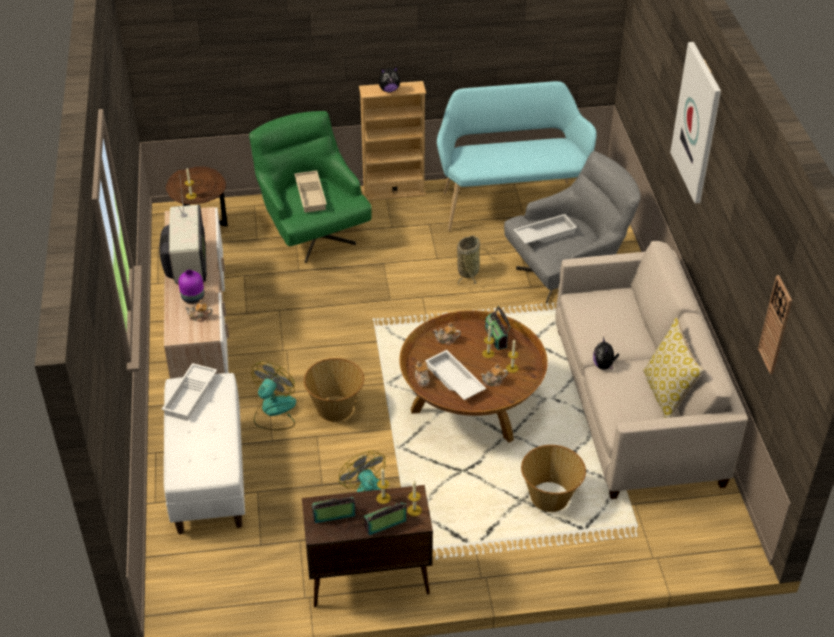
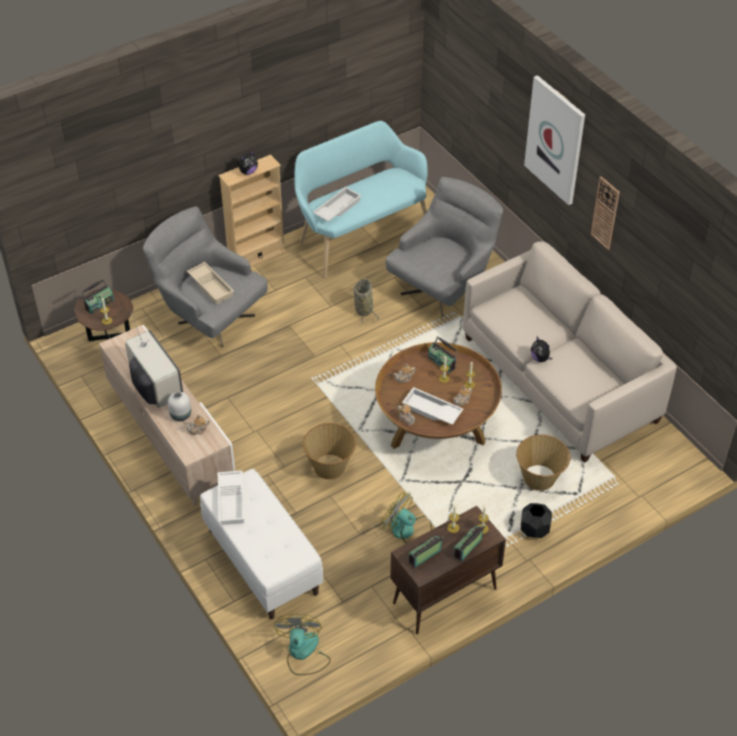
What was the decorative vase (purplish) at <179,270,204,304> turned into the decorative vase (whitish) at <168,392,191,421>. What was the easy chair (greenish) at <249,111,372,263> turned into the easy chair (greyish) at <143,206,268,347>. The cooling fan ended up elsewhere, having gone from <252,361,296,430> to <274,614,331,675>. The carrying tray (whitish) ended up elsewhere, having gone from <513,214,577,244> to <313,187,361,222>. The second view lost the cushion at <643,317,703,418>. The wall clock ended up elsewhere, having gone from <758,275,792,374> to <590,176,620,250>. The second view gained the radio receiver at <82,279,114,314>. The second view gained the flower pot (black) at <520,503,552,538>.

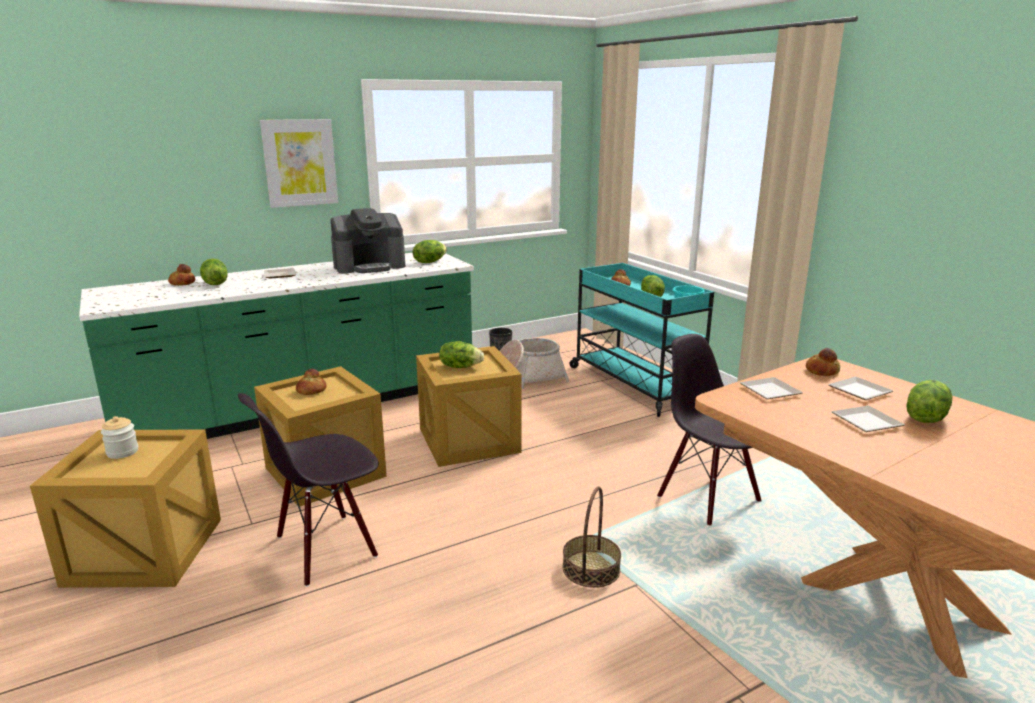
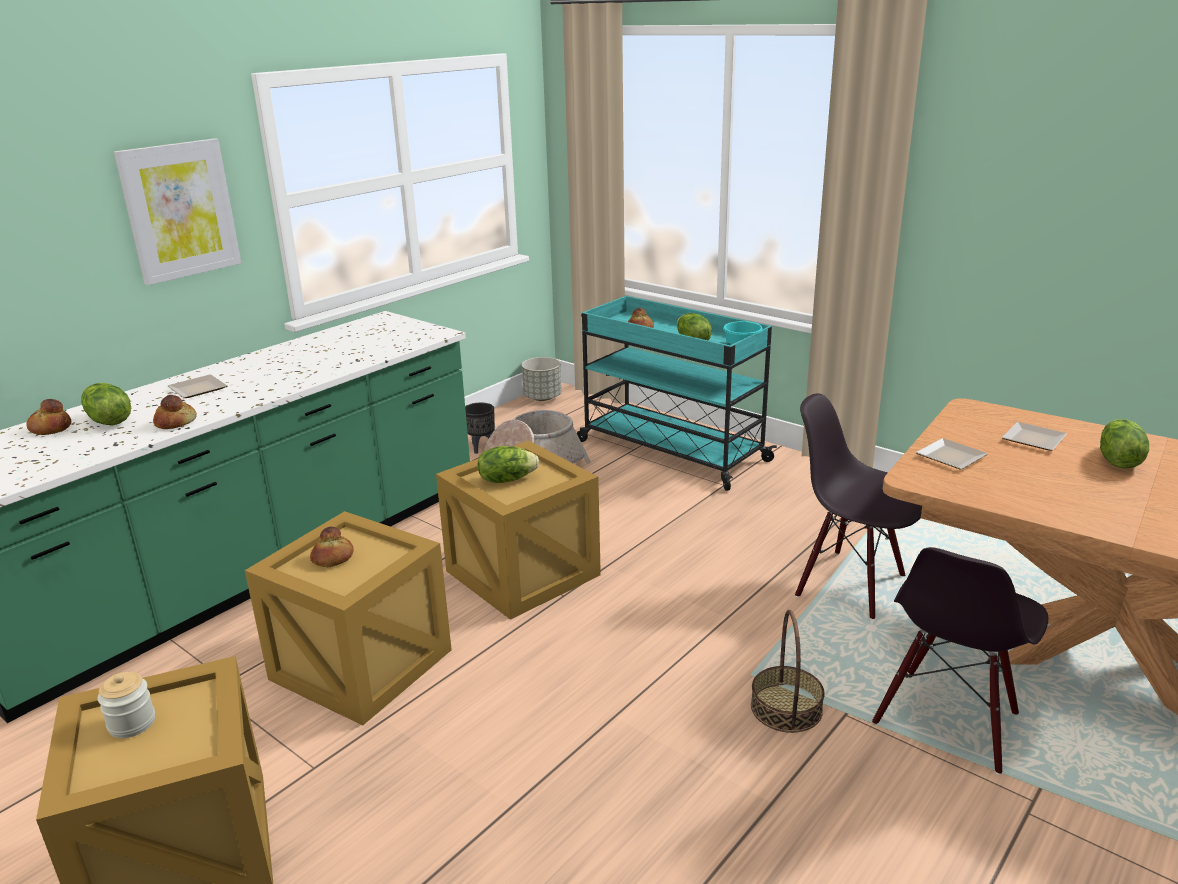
The upright chair (black) ended up elsewhere, having gone from <238,393,379,587> to <872,547,1048,775>. The second view lost the coffee maker at <331,208,406,273>. The second view lost the head of lettuce at <413,240,447,263>. The bakery bread ended up elsewhere, having gone from <806,348,840,376> to <153,395,197,429>. The second view lost the dinner plate at <832,406,905,432>. The second view gained the flower pot (greyish) at <522,357,562,401>.

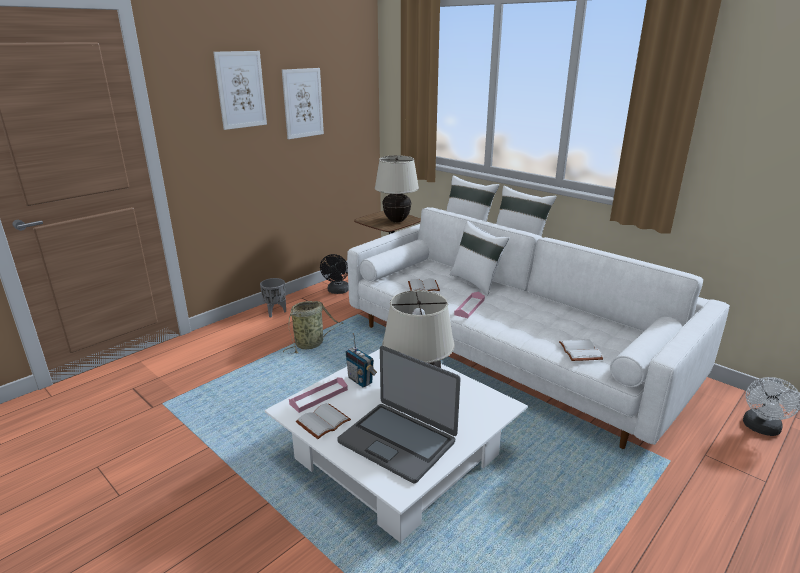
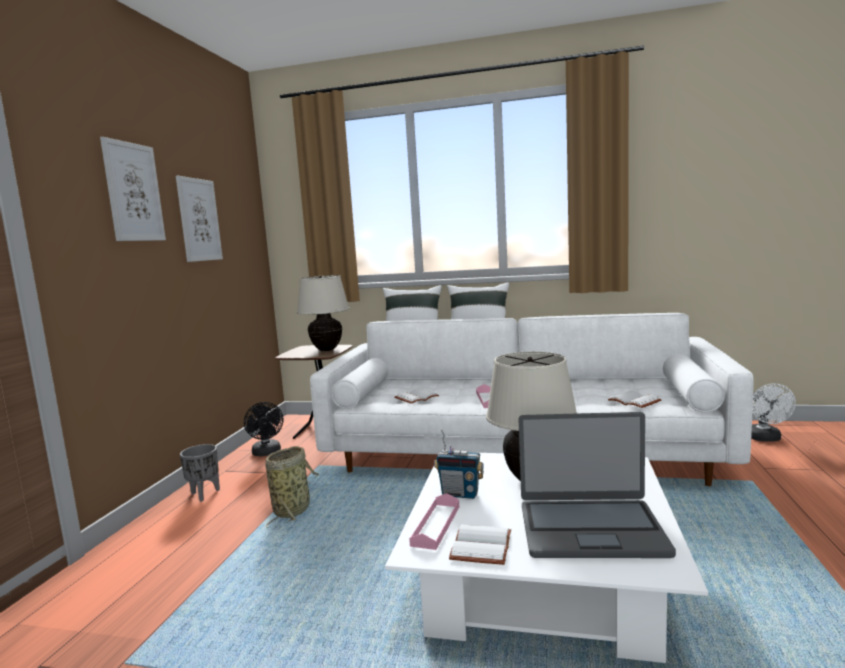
The second view lost the cushion (whitish) at <450,221,509,296>.

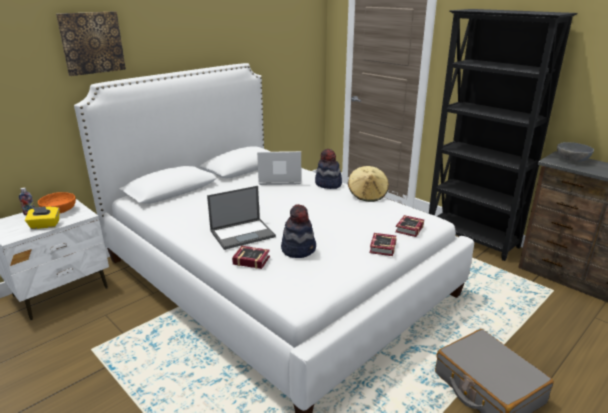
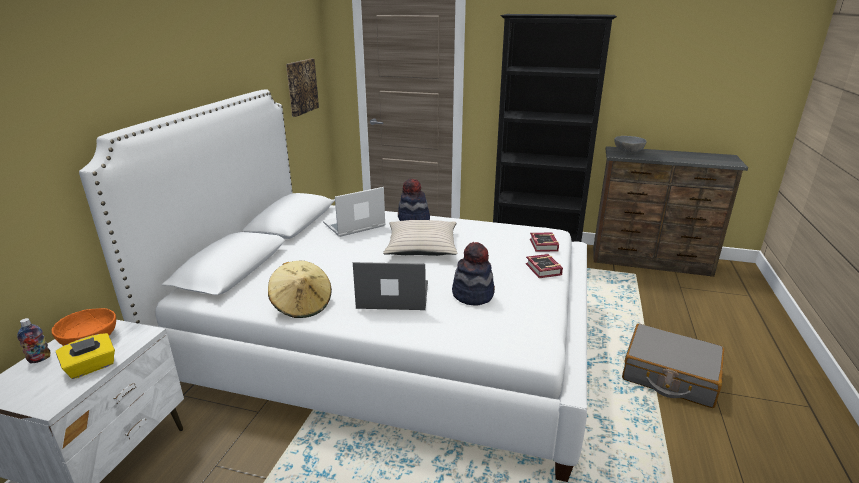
The picture ended up elsewhere, having gone from <56,11,126,76> to <286,59,319,117>. The laptop at <207,186,276,250> ended up facing another way, 120 degrees counterclockwise from before. The second view lost the volume at <232,246,270,269>. The wearable hat (beige-coloured) ended up elsewhere, having gone from <348,166,389,202> to <268,261,332,318>. The second view gained the cushion (beige-coloured) at <383,220,457,256>.

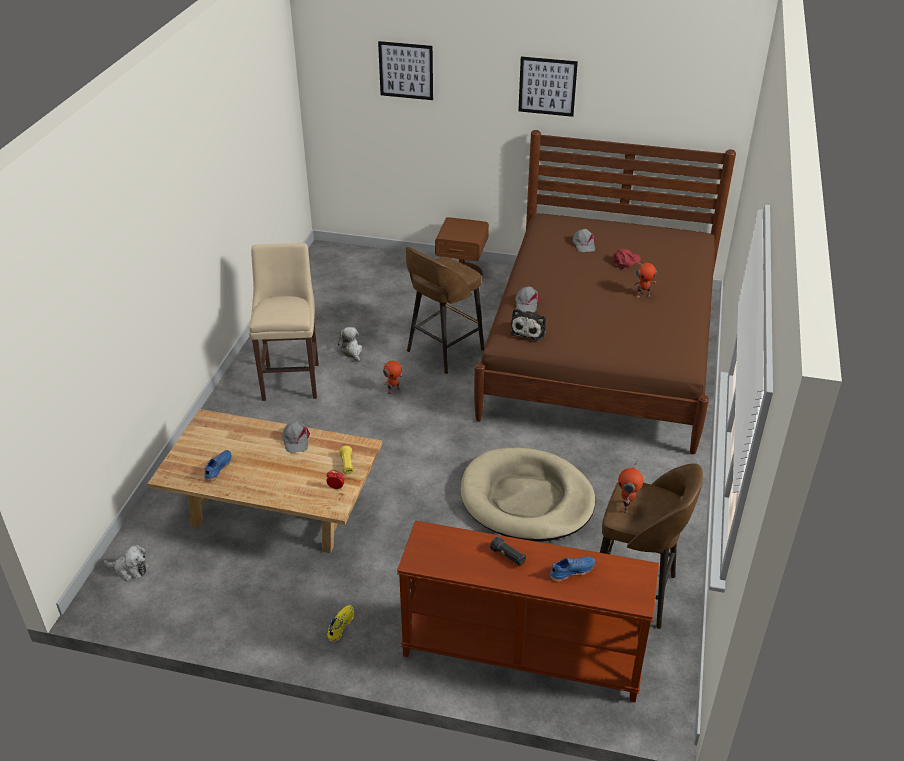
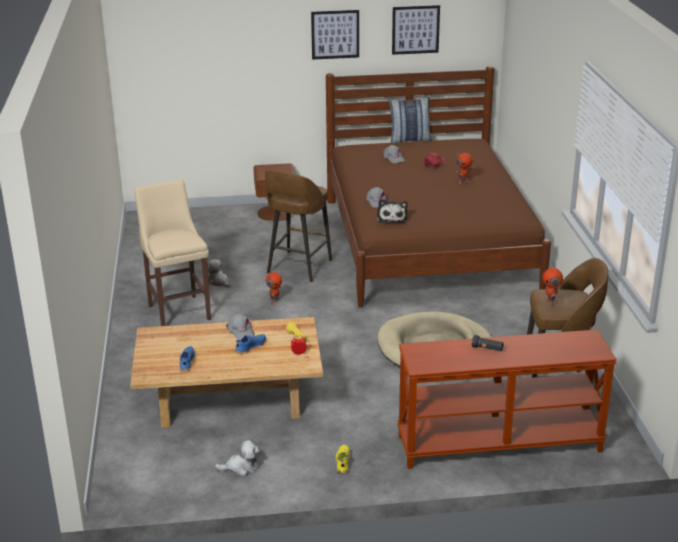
The soft toy ended up elsewhere, having gone from <103,545,149,581> to <215,440,260,476>. The picture ended up elsewhere, having gone from <378,41,433,100> to <392,5,440,55>. The item of footwear (blue-coloured) ended up elsewhere, having gone from <549,557,595,582> to <235,334,266,354>. The second view gained the cushion at <388,97,432,144>.

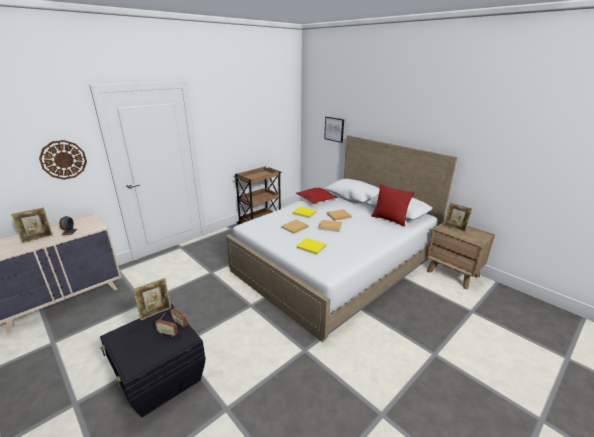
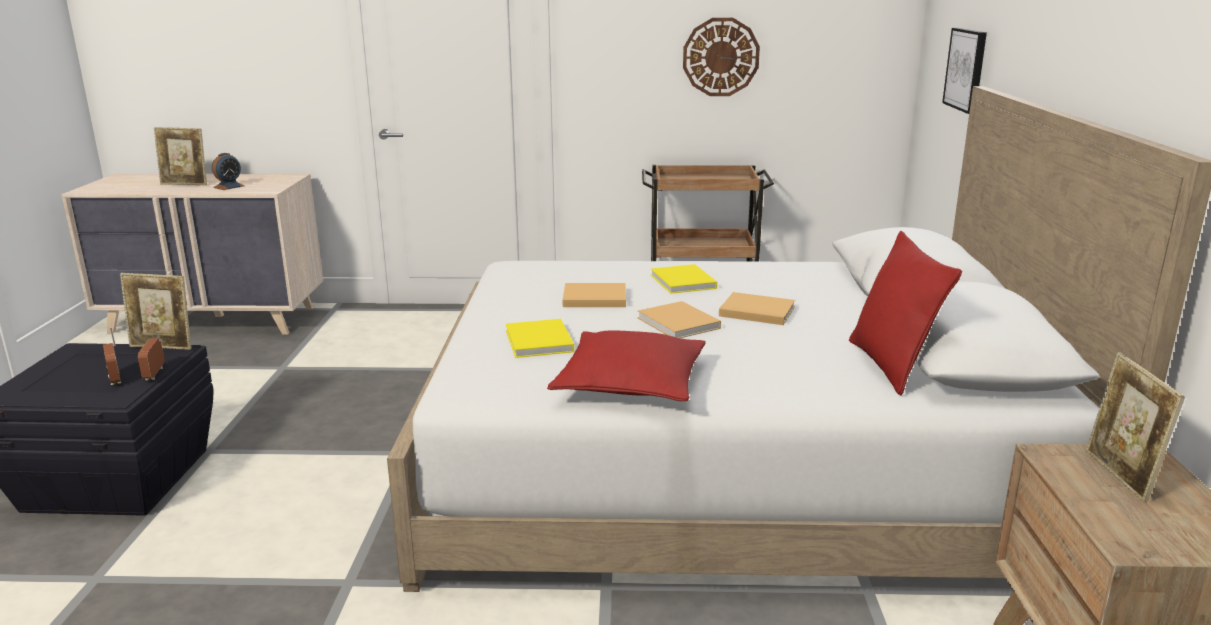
The wall clock ended up elsewhere, having gone from <39,140,87,180> to <683,18,760,96>. The cushion (reddish) ended up elsewhere, having gone from <296,187,338,204> to <547,331,706,401>.

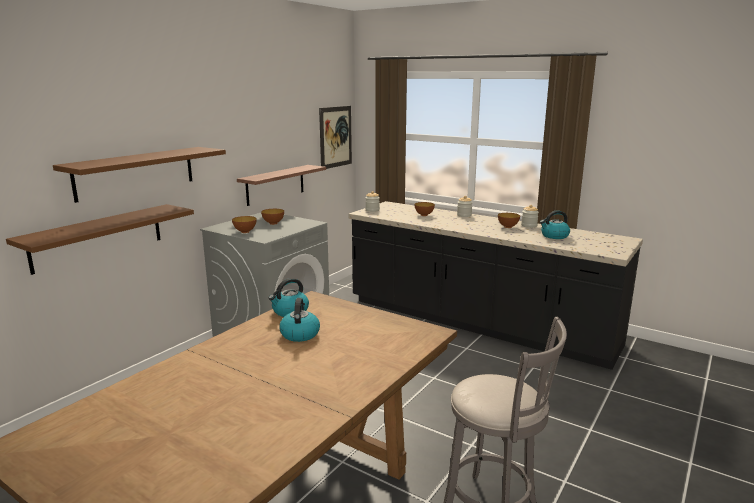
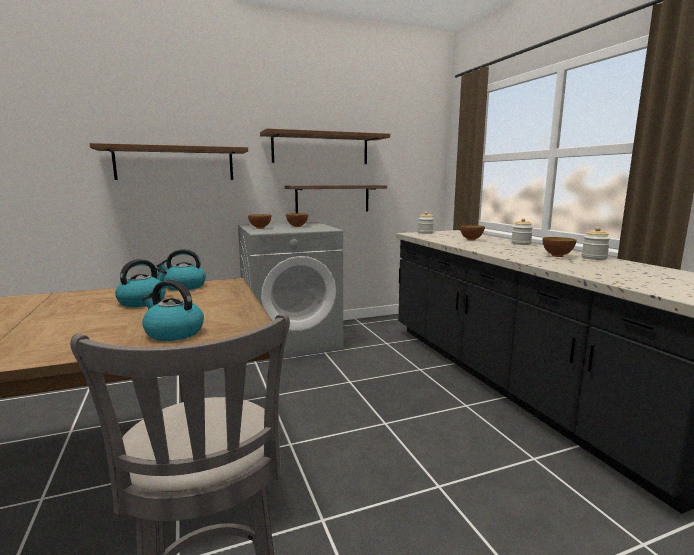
The wall shelf (brown) ended up elsewhere, having gone from <6,204,194,275> to <260,128,390,164>. The second view lost the picture at <319,106,352,169>. The kettle ended up elsewhere, having gone from <540,210,570,239> to <142,280,204,341>.

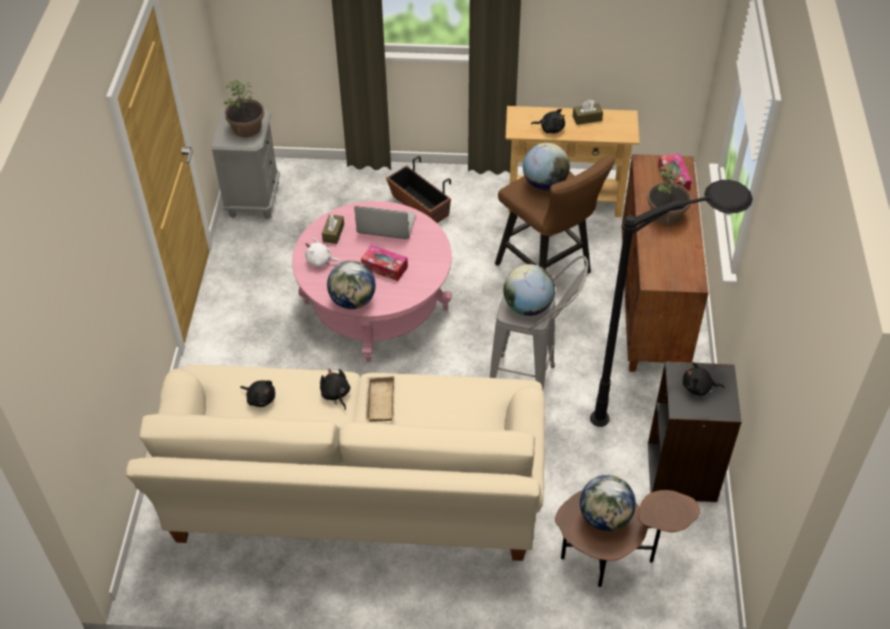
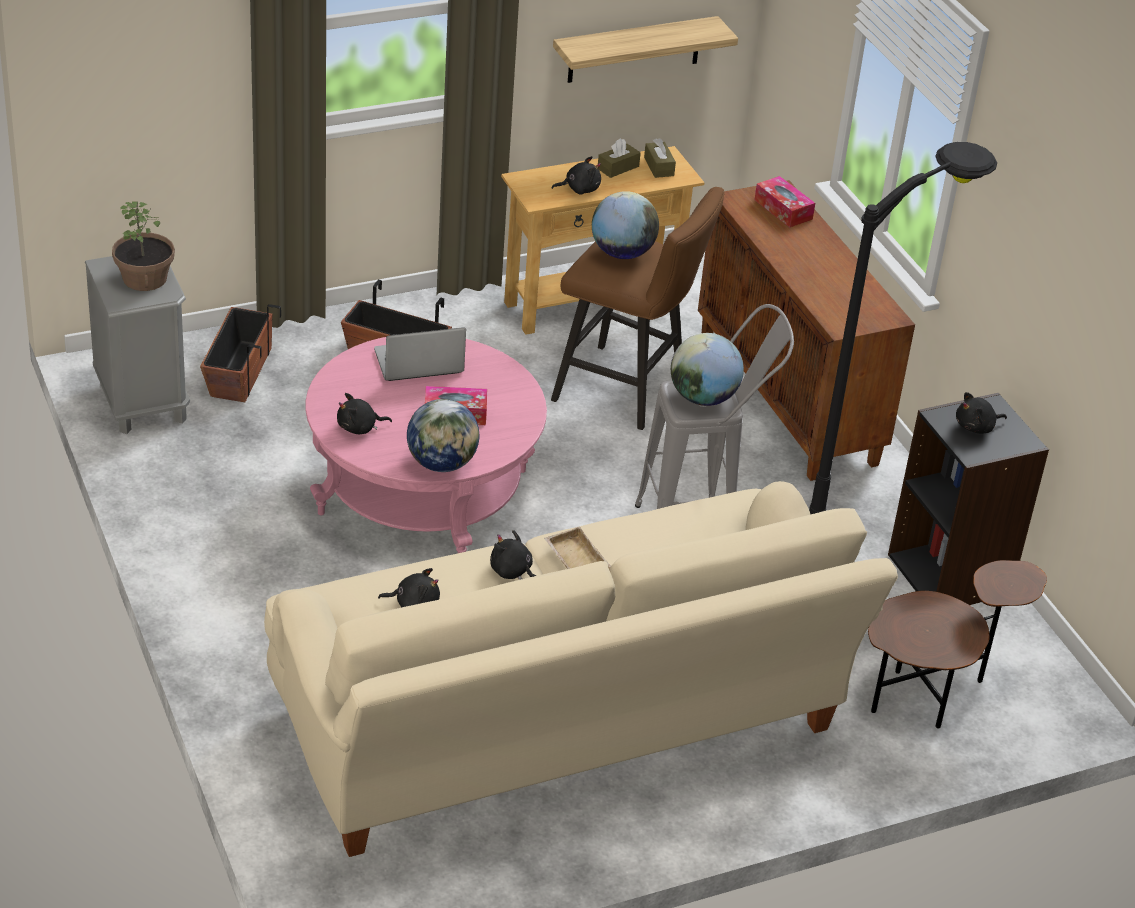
What was the soft toy (whitish) at <305,238,341,267> turned into the soft toy (black) at <337,393,392,434>. The tissue holder (brown) ended up elsewhere, having gone from <322,214,344,244> to <644,138,676,178>. The second view lost the world globe at <580,475,636,531>. The second view lost the plant in a pot at <647,164,692,225>. The second view gained the flower pot at <200,304,281,402>. The second view gained the wall shelf at <553,16,738,83>.

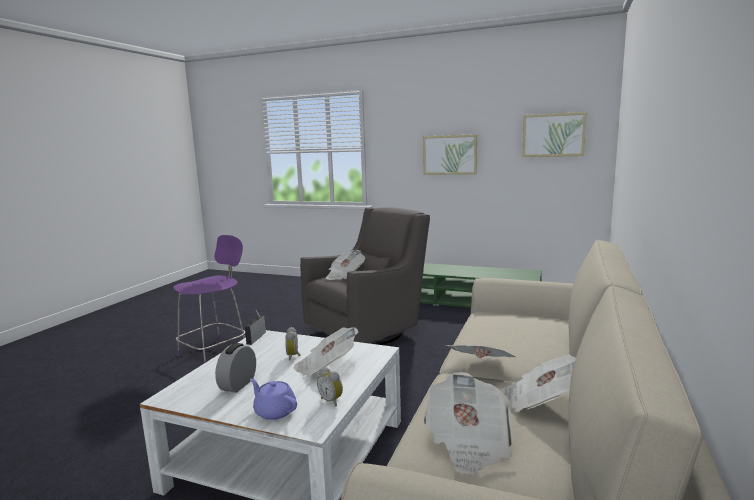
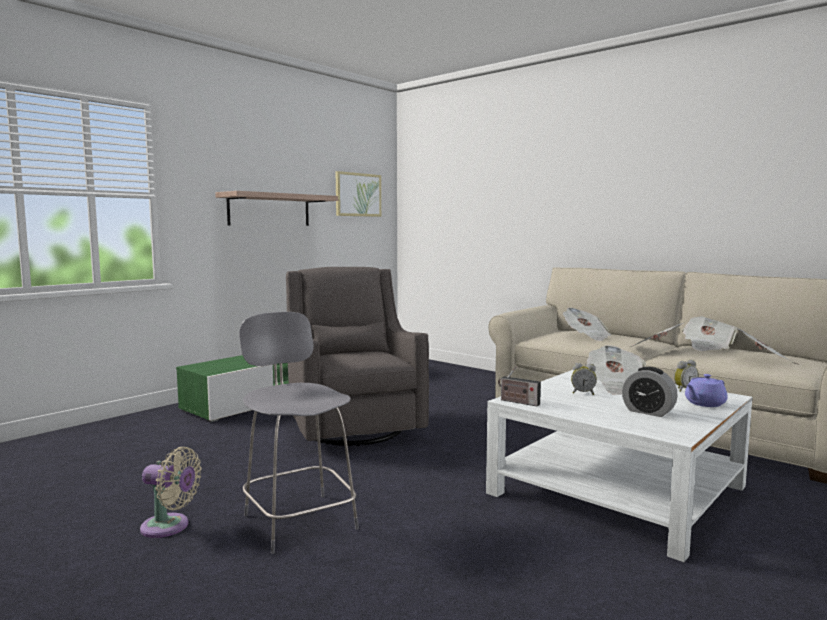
What was the sitting stool (purplish) at <173,235,245,363> turned into the sitting stool (greyish) at <239,312,359,554>. The daily paper ended up elsewhere, having gone from <326,250,365,280> to <563,307,611,341>. Where the picture hung at <423,134,477,175>, the wall shelf came to hang at <215,191,338,226>. The second view gained the cooling fan (beige-coloured) at <140,447,201,538>.

